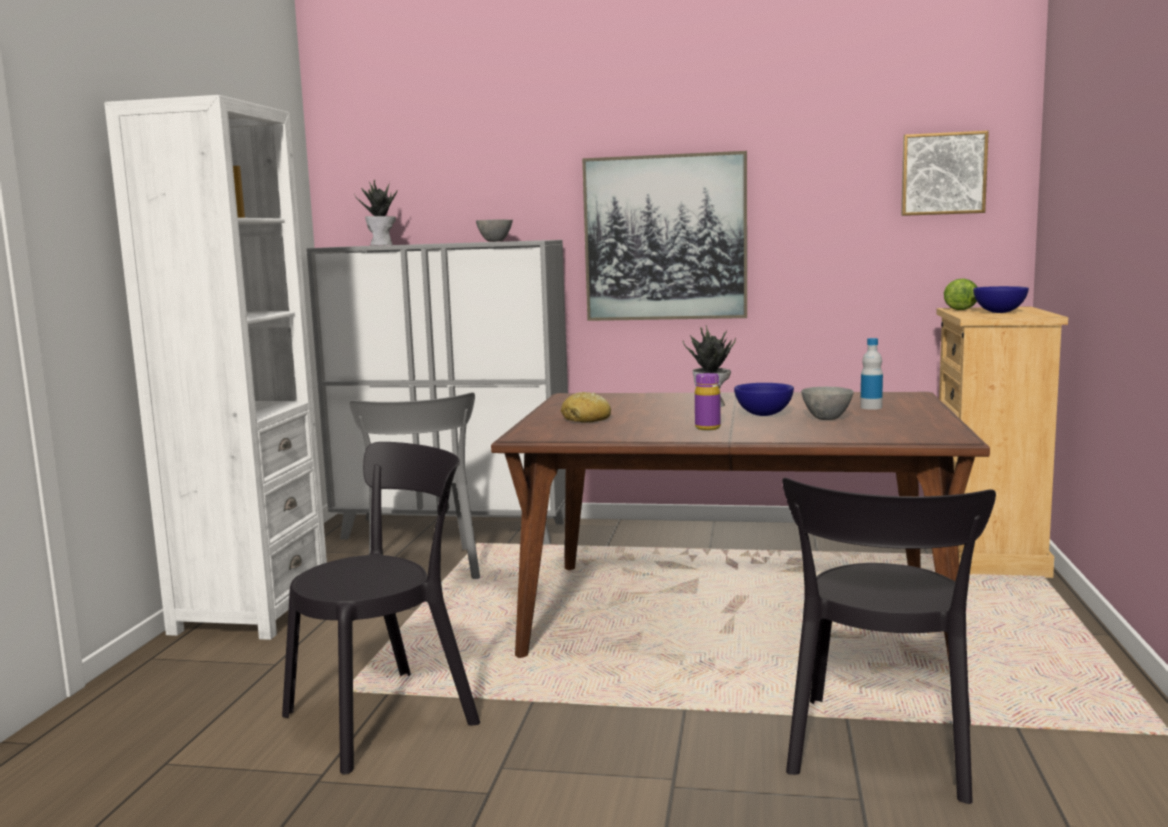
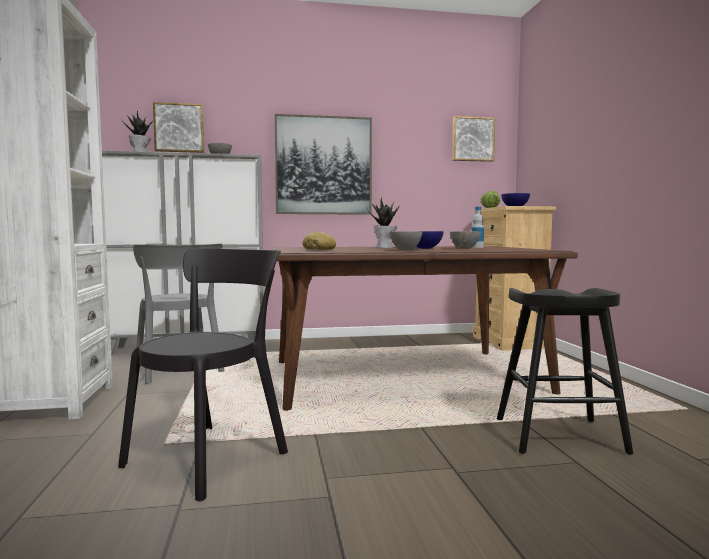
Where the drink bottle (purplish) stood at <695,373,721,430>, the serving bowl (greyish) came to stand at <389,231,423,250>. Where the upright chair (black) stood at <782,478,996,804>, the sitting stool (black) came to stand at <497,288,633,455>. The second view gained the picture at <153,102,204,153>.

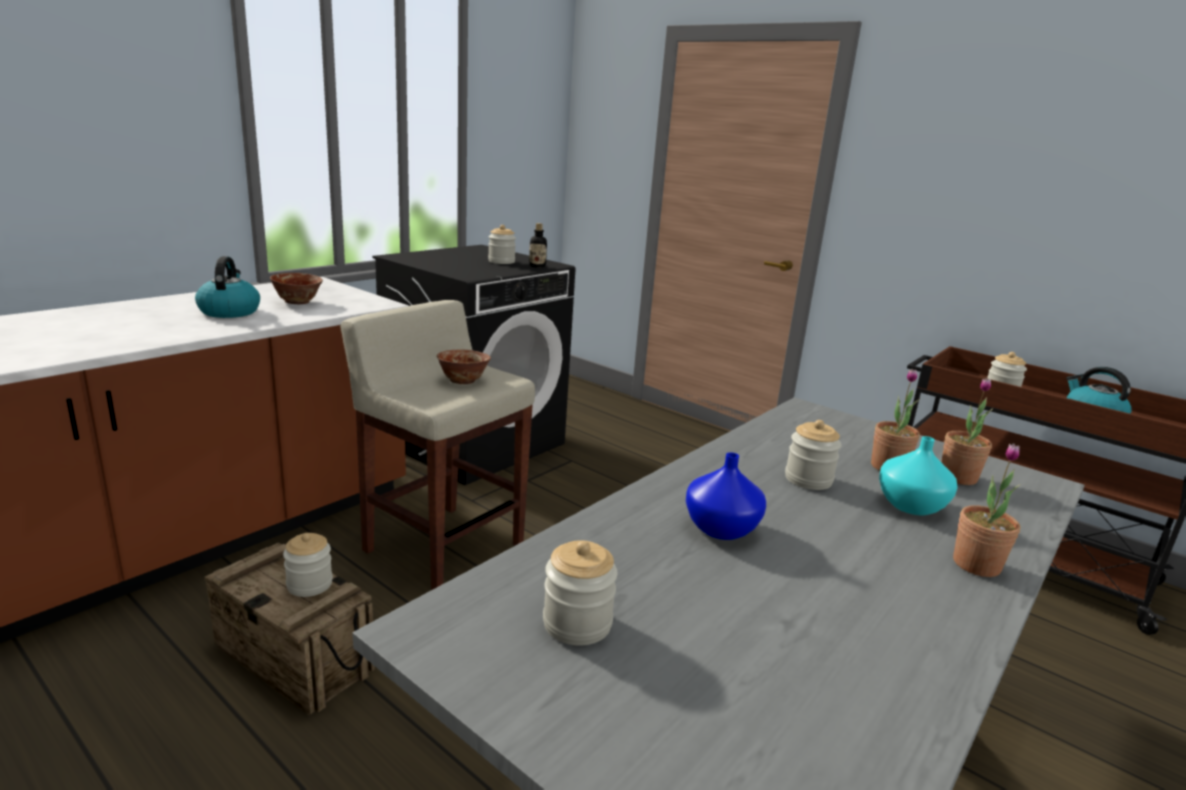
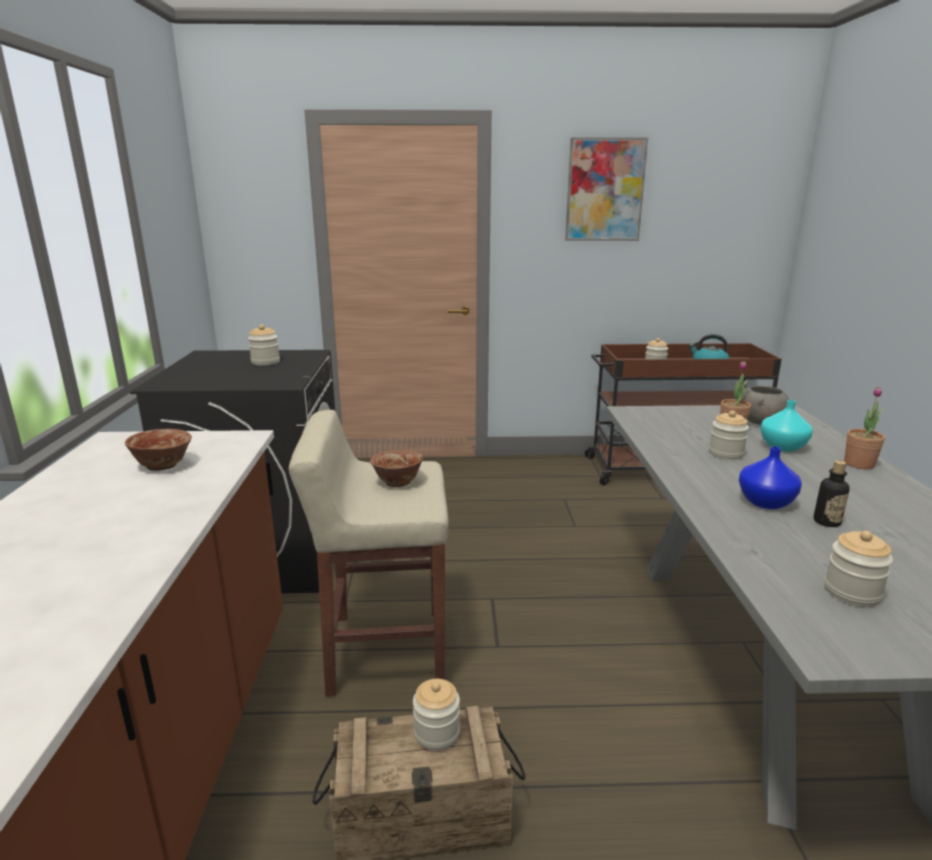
The second view lost the kettle at <195,256,260,318>. The drink bottle ended up elsewhere, having gone from <529,223,547,268> to <813,460,850,527>. Where the plant in a pot stood at <941,378,993,485>, the serving bowl (greyish) came to stand at <741,386,789,425>. The second view gained the picture at <565,137,648,241>.

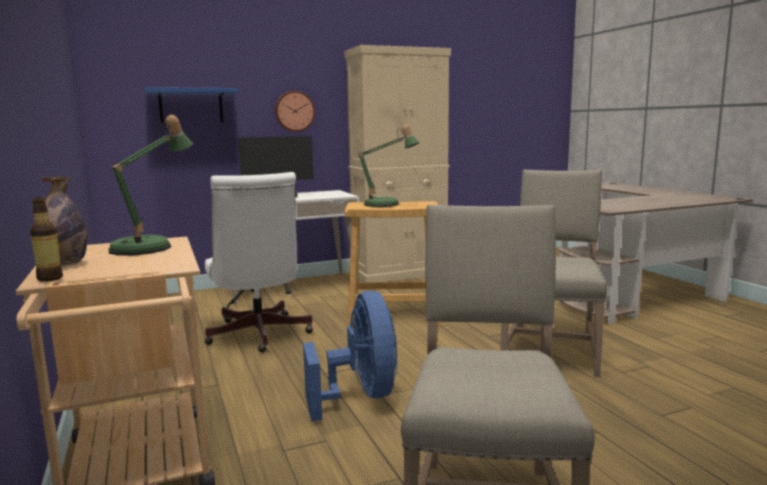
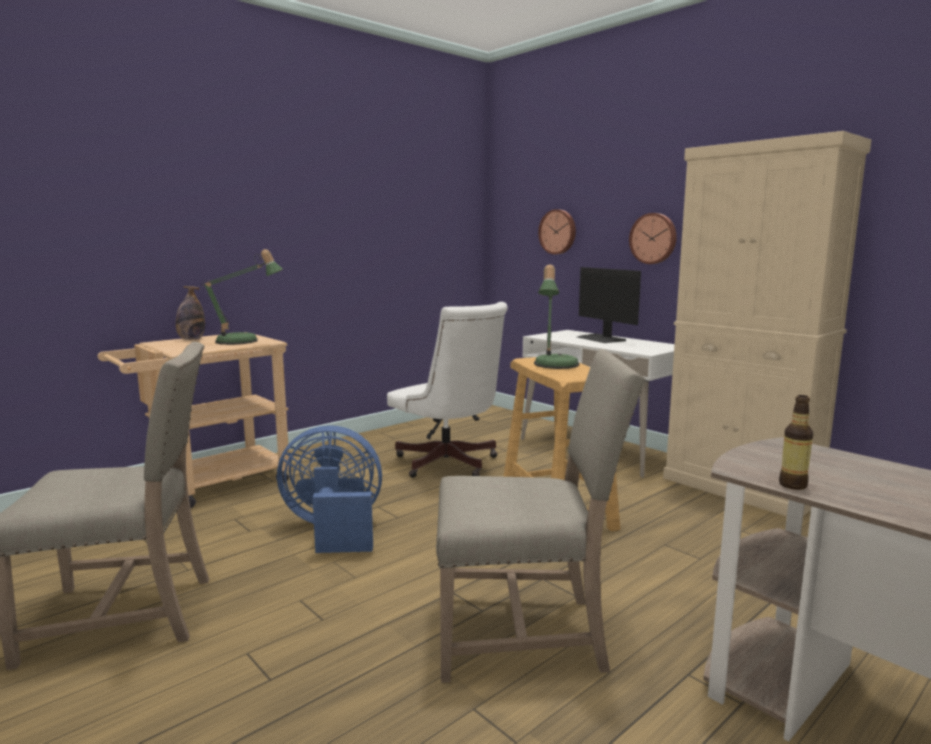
The drink bottle ended up elsewhere, having gone from <30,197,63,282> to <779,395,814,490>. Where the wall shelf (blue-coloured) hung at <144,87,237,123>, the wall clock came to hang at <538,209,576,254>. The office chair (whitish) at <204,172,313,352> ended up facing another way, 90 degrees counterclockwise from before. The cooling fan (blue-coloured) at <303,291,398,421> ended up facing another way, 150 degrees counterclockwise from before.

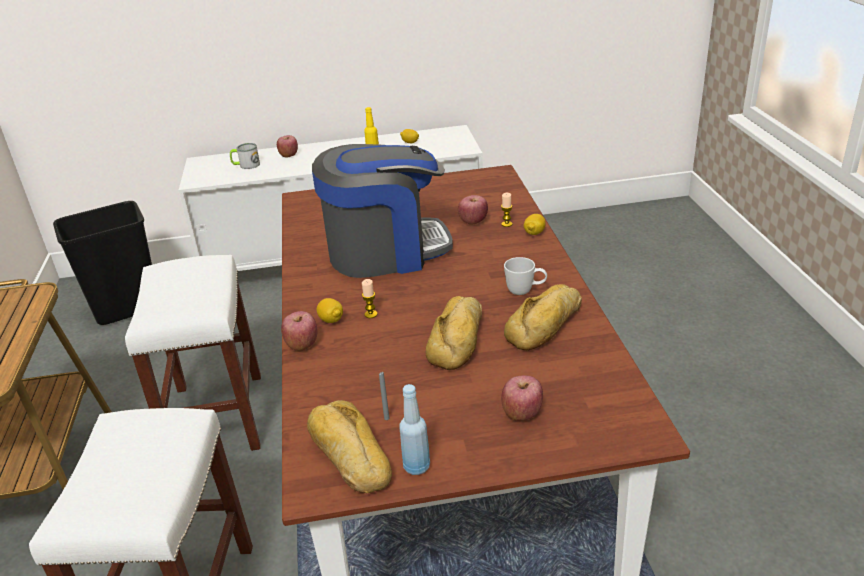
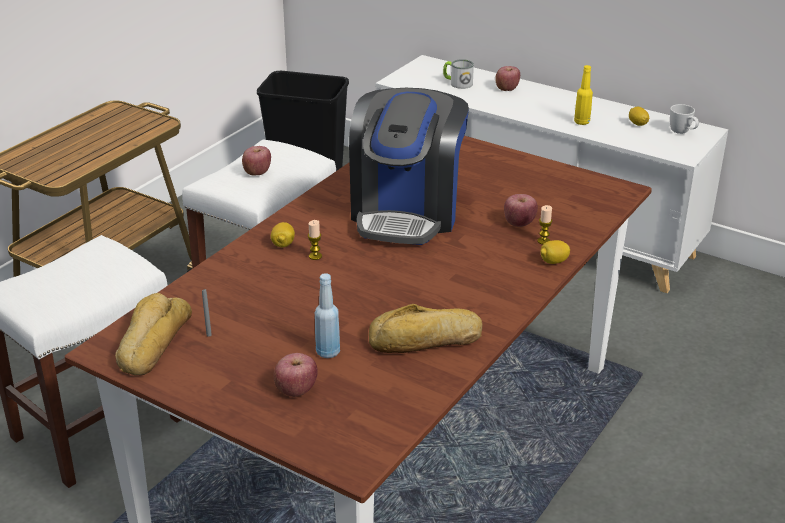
The whole apple ended up elsewhere, having gone from <281,311,317,351> to <242,146,271,176>. The coffee maker at <312,144,453,278> ended up facing another way, 75 degrees clockwise from before. The drink bottle (blue-coloured) ended up elsewhere, having gone from <399,384,430,475> to <315,273,340,358>. The second view lost the bakery bread at <426,296,482,370>. The mug (whitish) ended up elsewhere, having gone from <504,257,547,295> to <670,104,699,134>.

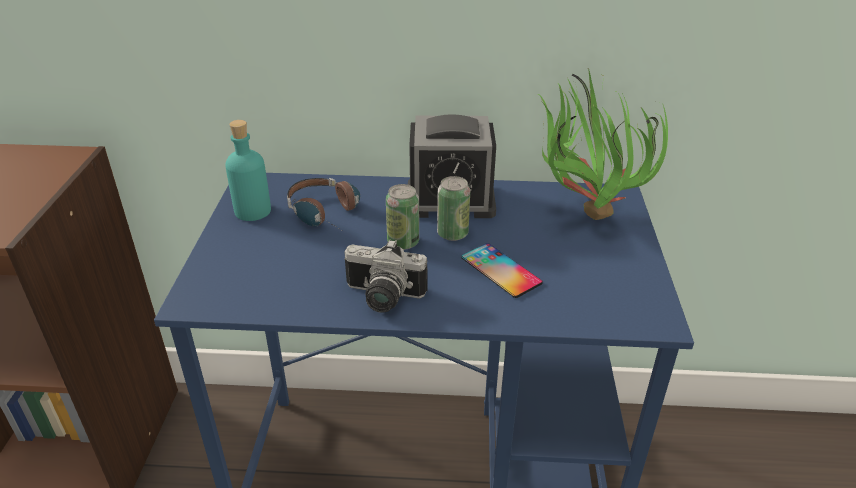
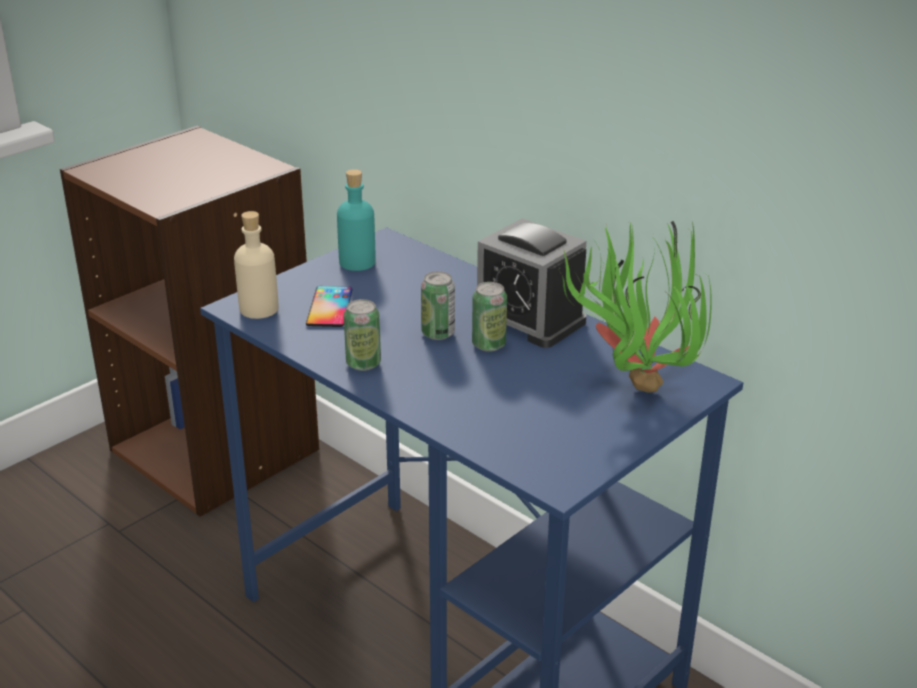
The second view lost the headphones at <287,178,360,230>. Where the photo camera stood at <344,239,428,313>, the sealed can came to stand at <344,299,381,371>. The telephone ended up elsewhere, having gone from <461,243,543,298> to <306,286,353,327>. The second view gained the drink bottle (beige-coloured) at <234,211,279,319>.

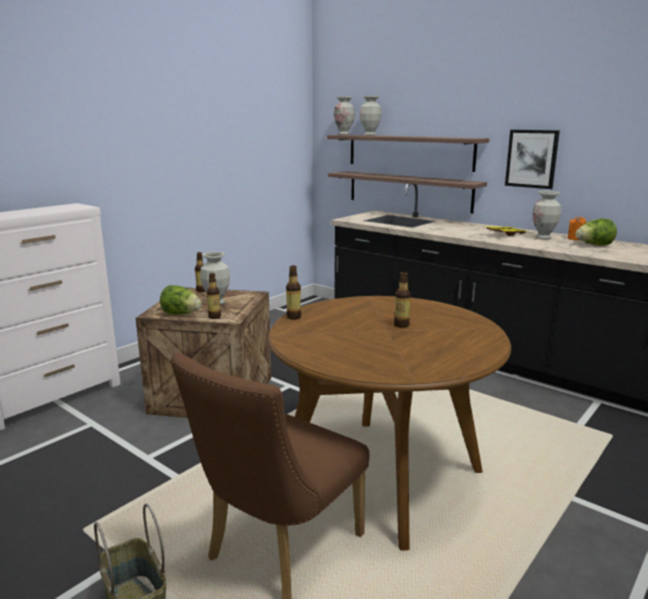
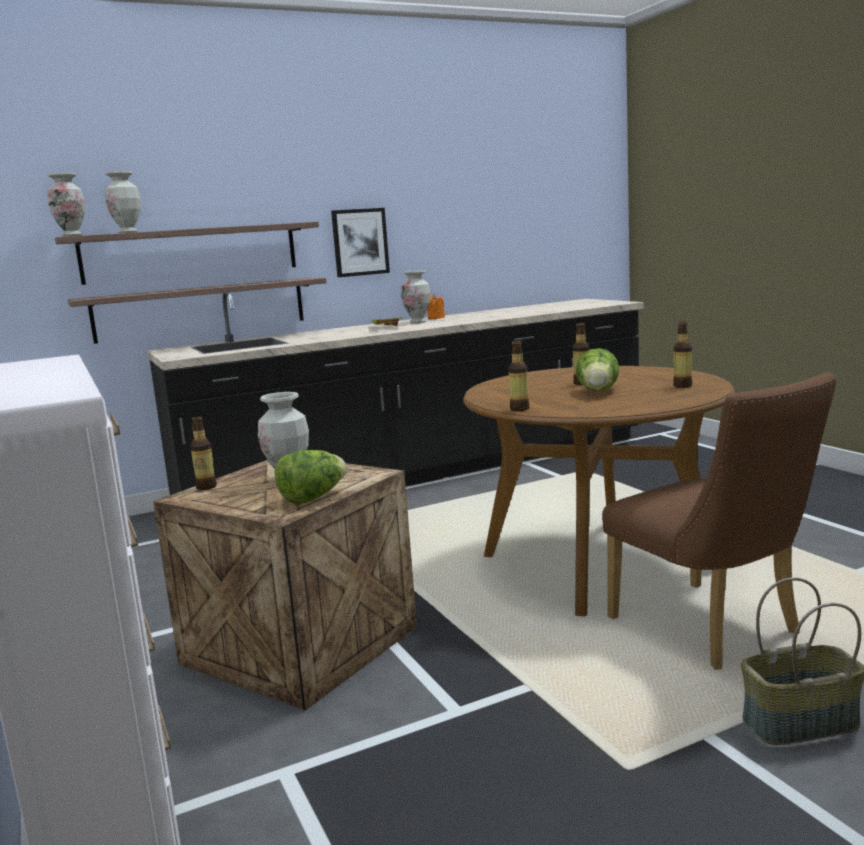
The drink bottle ended up elsewhere, having gone from <207,273,221,319> to <673,322,692,388>. The head of lettuce ended up elsewhere, having gone from <575,219,617,246> to <576,348,619,391>.

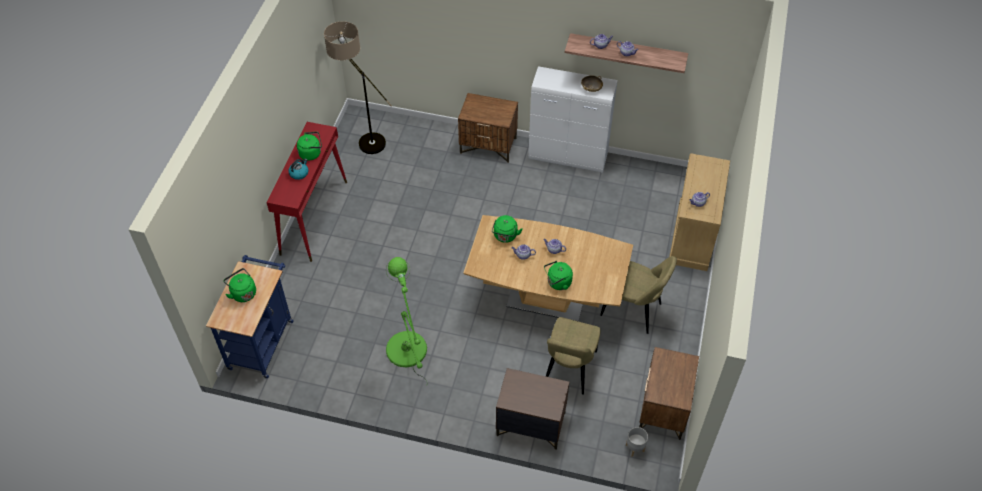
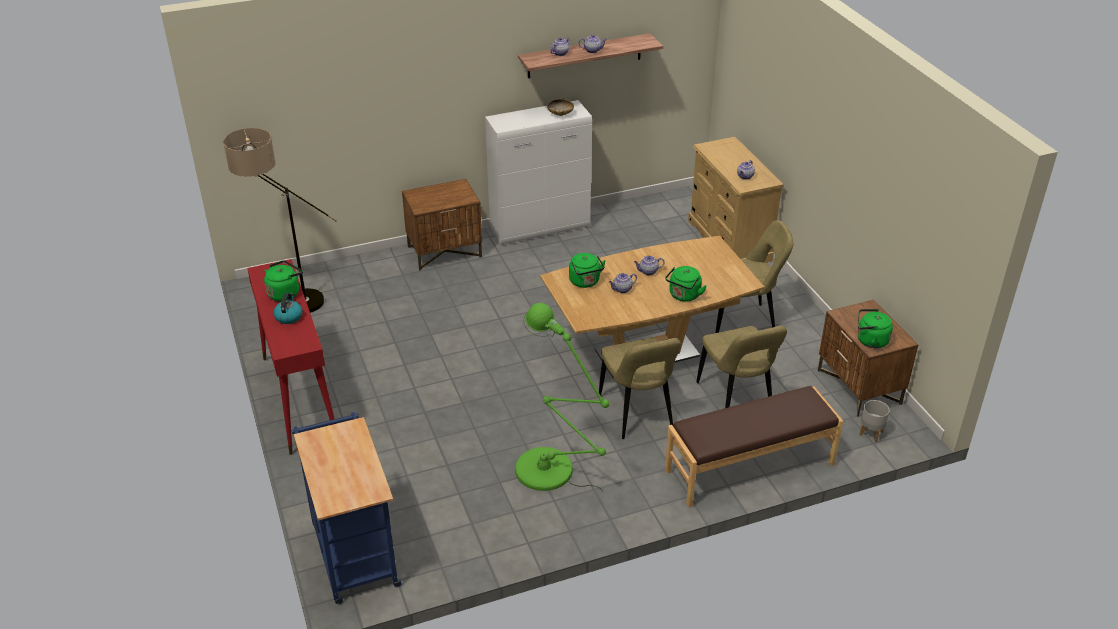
The kettle (greenish) ended up elsewhere, having gone from <223,268,256,302> to <858,309,893,348>. Where the bedside table (brown) stood at <496,368,569,449>, the long seat (brown) came to stand at <665,386,843,507>. The second view gained the upright chair (beige-coloured) at <599,337,681,439>.

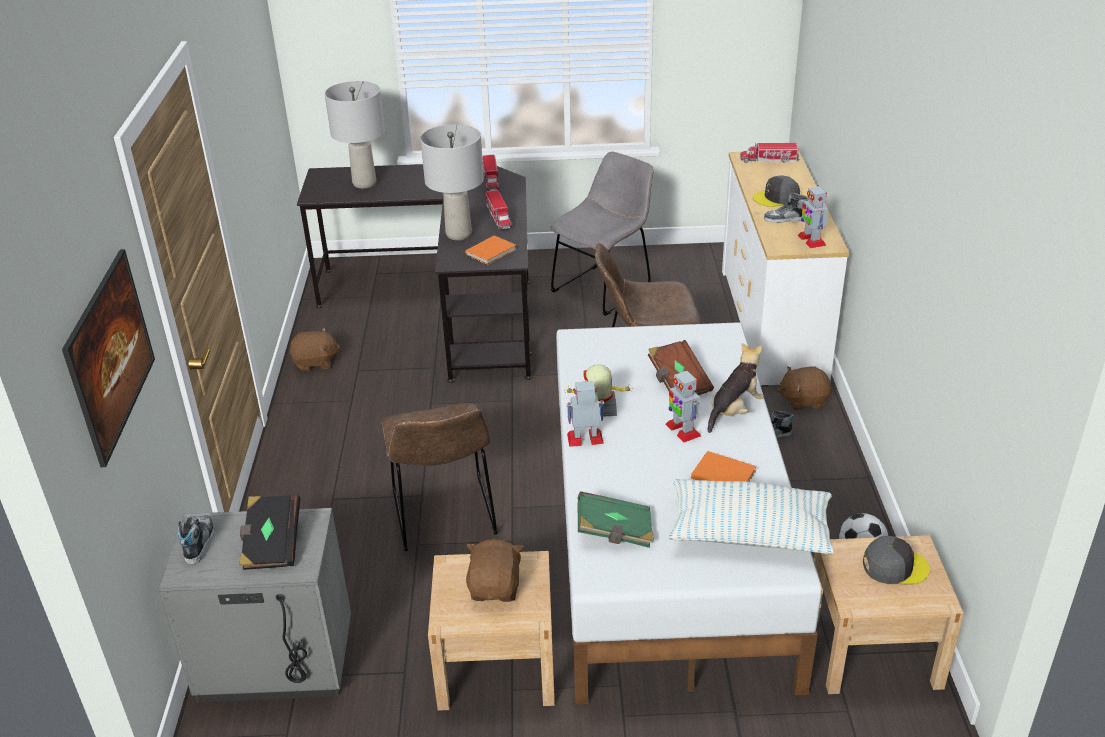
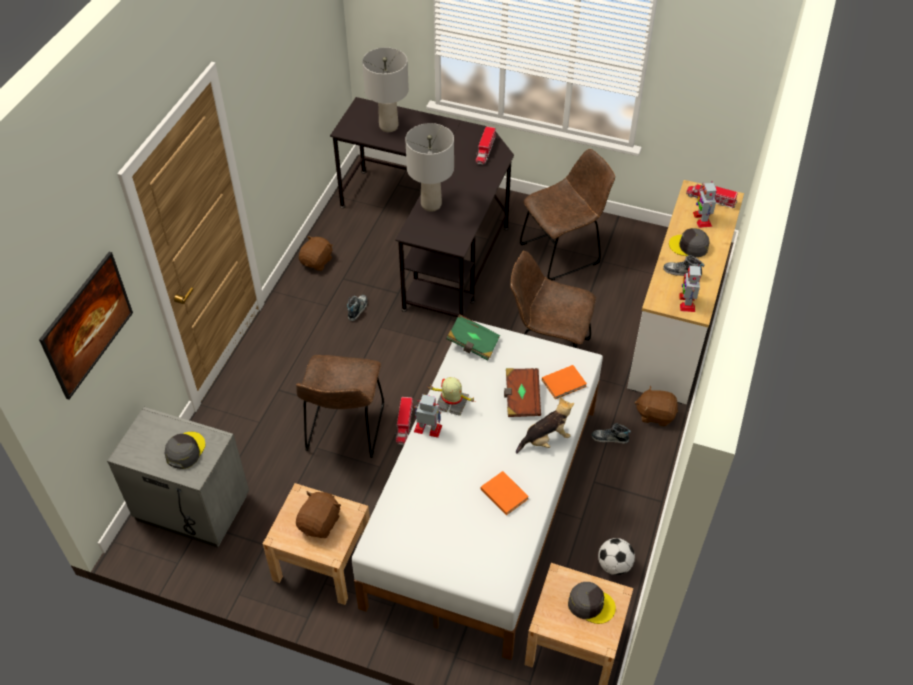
The item of footwear ended up elsewhere, having gone from <178,515,215,564> to <347,295,367,321>. Where the volume (black) stood at <239,495,300,570>, the cap (greyish) came to stand at <164,432,205,469>. The soft toy (brown) at <289,328,340,372> ended up facing another way, 75 degrees counterclockwise from before. The volume (orange-coloured) ended up elsewhere, having gone from <465,235,516,265> to <542,365,587,399>. The toy truck ended up elsewhere, having gone from <486,190,512,230> to <395,397,413,445>. What was the upright chair (greyish) at <550,152,654,316> turned into the upright chair (brown) at <520,149,615,281>. The volume (greenish) ended up elsewhere, having gone from <578,491,654,548> to <447,314,500,361>. The robot figure ended up elsewhere, having gone from <665,369,701,443> to <693,181,717,228>. The second view lost the cushion at <669,479,834,554>.

